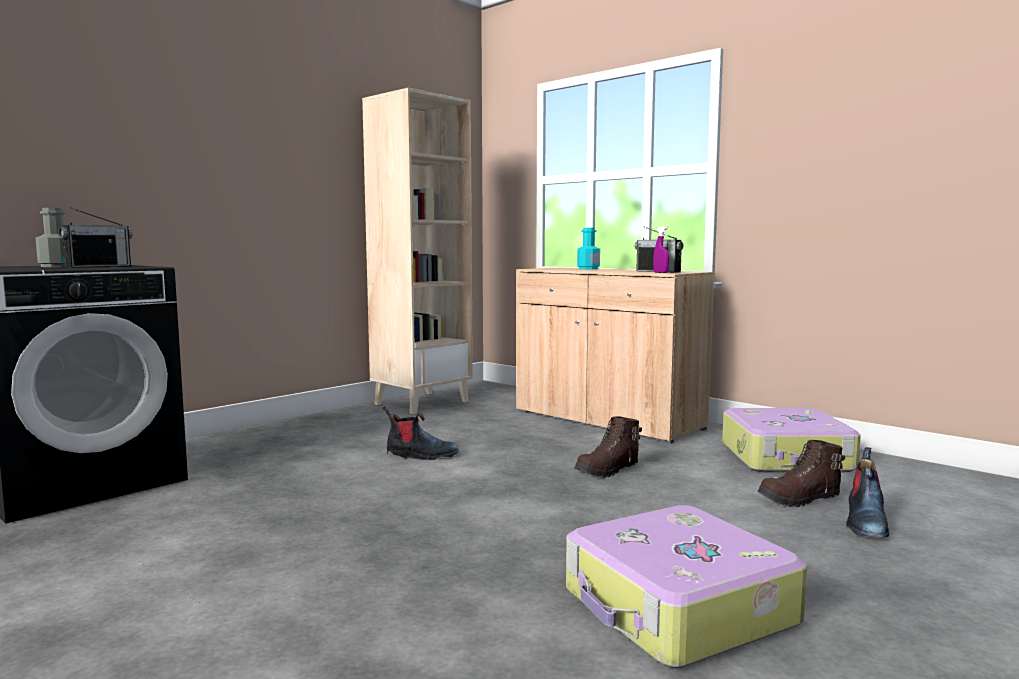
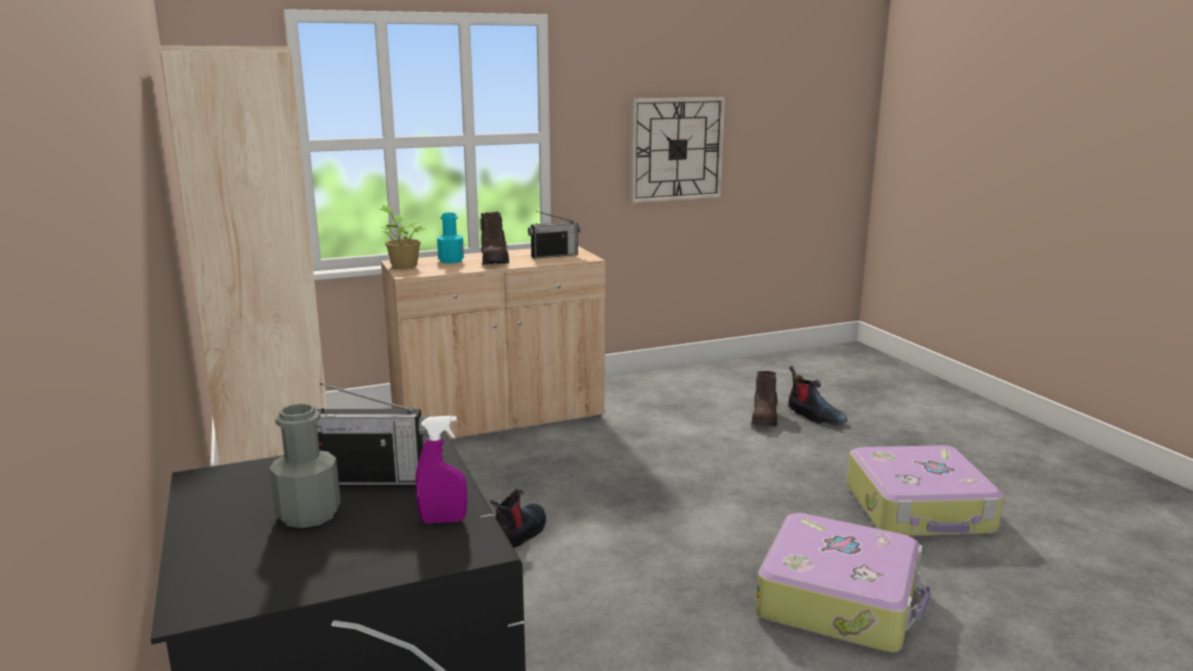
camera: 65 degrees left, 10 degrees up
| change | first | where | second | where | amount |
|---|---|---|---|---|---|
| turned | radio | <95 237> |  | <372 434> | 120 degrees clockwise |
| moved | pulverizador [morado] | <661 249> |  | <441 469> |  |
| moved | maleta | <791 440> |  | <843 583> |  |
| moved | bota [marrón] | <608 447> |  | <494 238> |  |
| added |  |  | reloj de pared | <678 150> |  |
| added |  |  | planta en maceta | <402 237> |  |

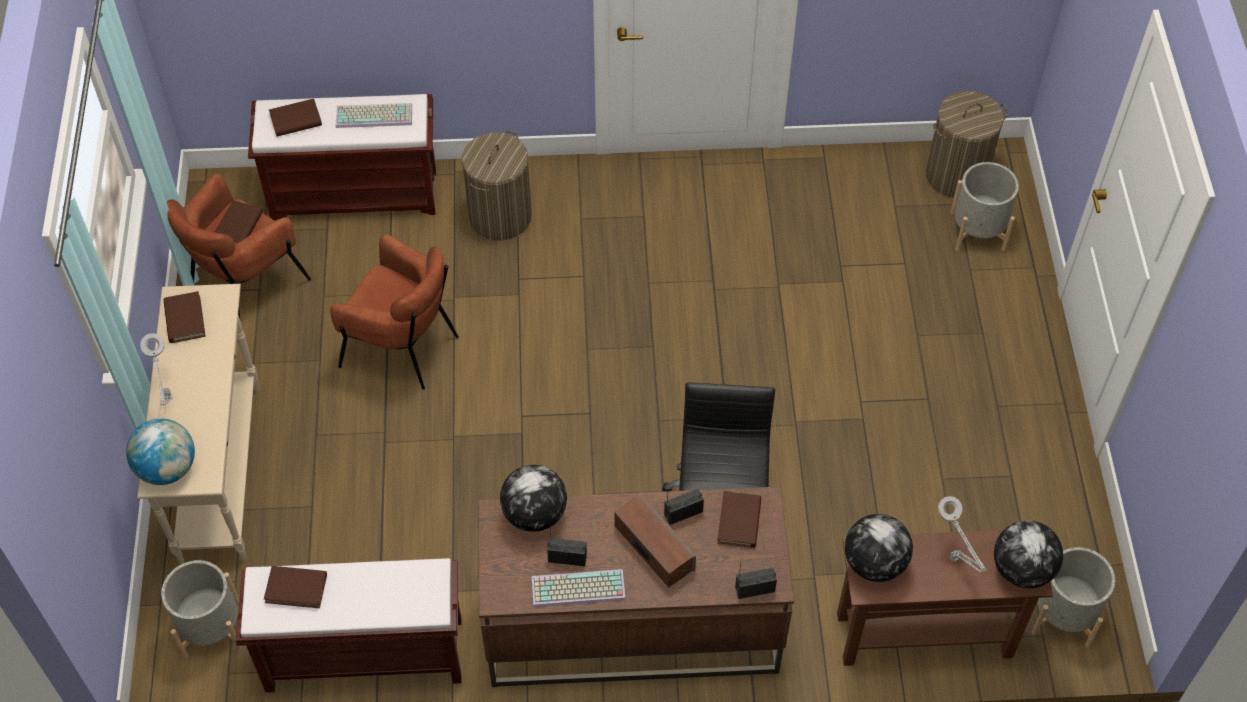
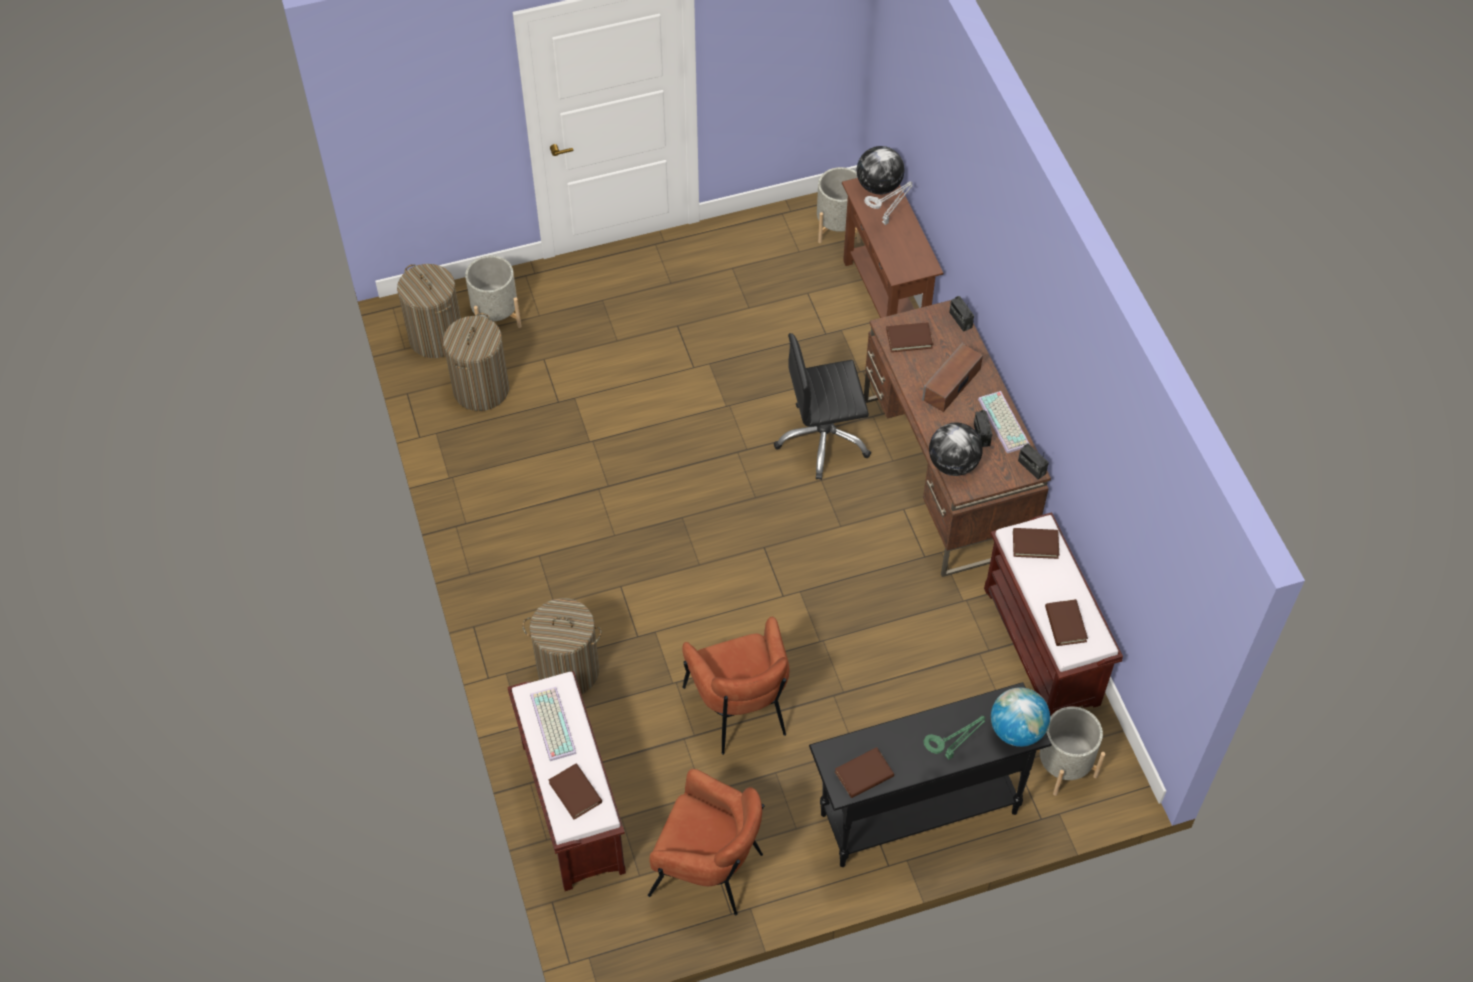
camera: 105 degrees left, 0 degrees up
| change | first | where | second | where | amount |
|---|---|---|---|---|---|
| moved | libro [marrón] | <239 221> |  | <1036 543> |  |
| turned | sillón [marrón] | <394 312> |  | <736 686> | 150 degrees clockwise |
| recoloured | mesa consola [beis] | <198 424> | mesa consola [negro] | <930 774> |  |
| recoloured | lámpara de mesa [gris] | <156 369> | lámpara de mesa [verde] | <955 738> |  |
| moved | radio | <684 507> |  | <1033 462> |  |
| removed | globo terráqueo | <879 548> |  |  |  |
| added |  |  | cesto de la ropa | <476 362> |  |

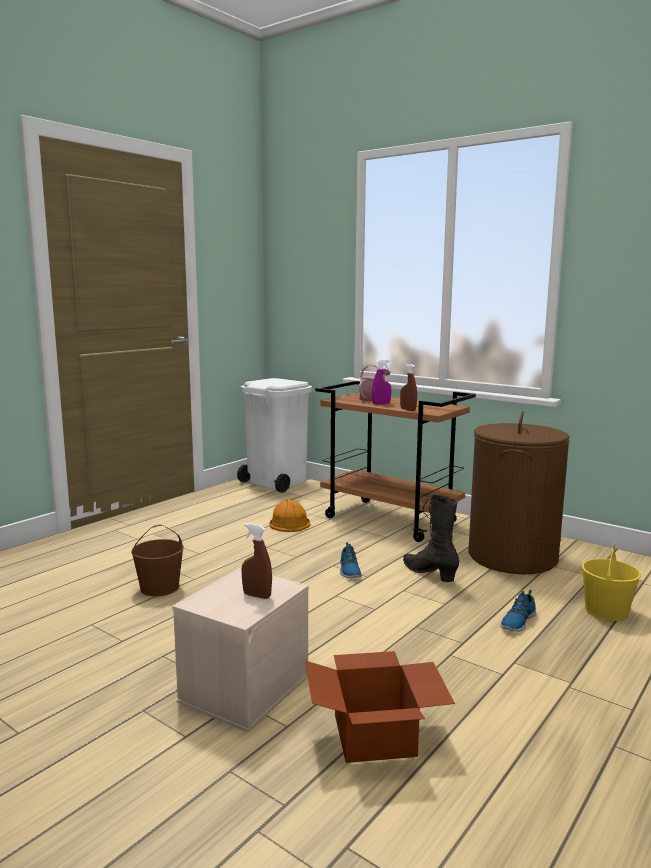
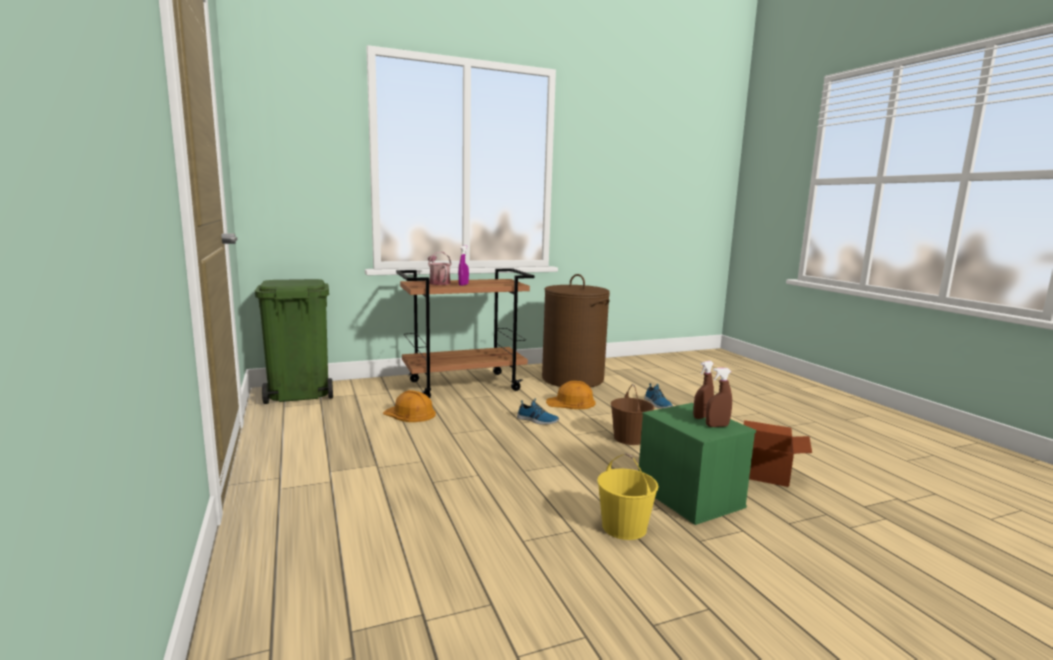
camera: 60 degrees left, 0 degrees up
| change | first | where | second | where | amount |
|---|---|---|---|---|---|
| moved | pulverizador [marrón] | <408 387> |  | <719 397> |  |
| recoloured | papelera [blanco] | <275 435> | papelera [verde] | <294 341> |  |
| replaced | bota [negro] | <431 538> | casco [naranja] | <570 395> |  |
| moved | cubo [marrón] | <157 560> |  | <632 414> |  |
| moved | cubo [amarillo] | <611 582> |  | <627 496> |  |
| recoloured | caja de almacenaje [beis] | <240 650> | caja de almacenaje [verde] | <697 464> |  |

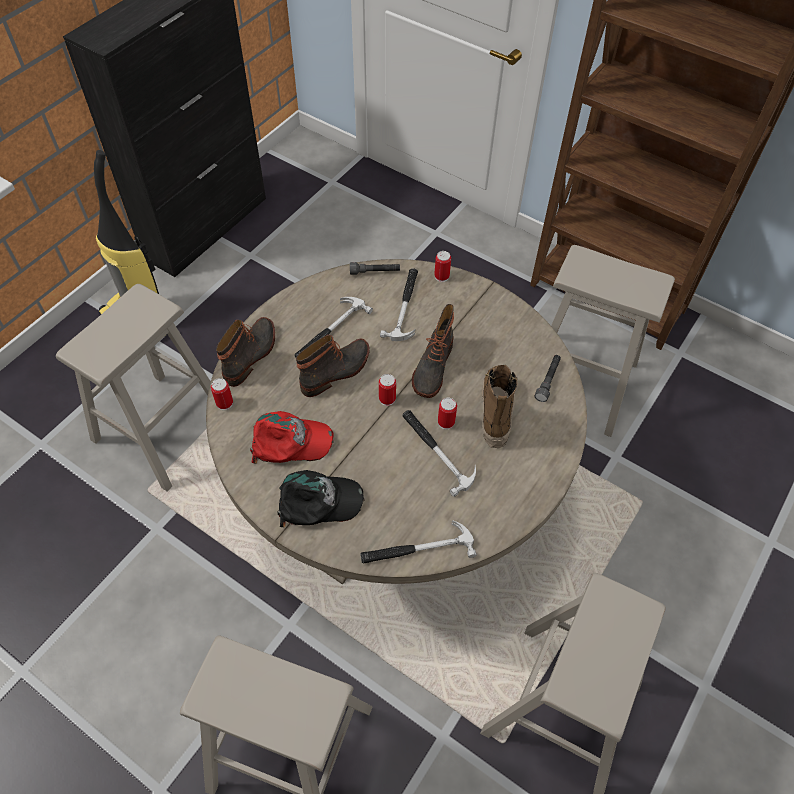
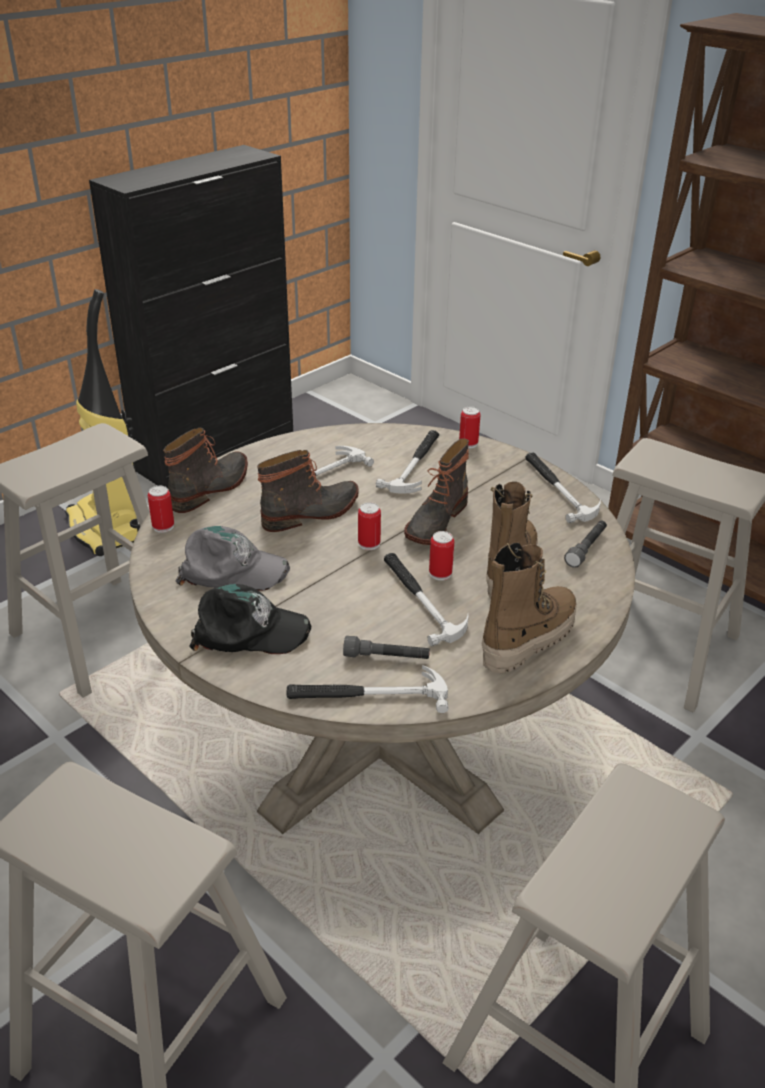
camera: 10 degrees right, 20 degrees down
| change | first | where | second | where | amount |
|---|---|---|---|---|---|
| moved | linterna [gris] | <375 268> |  | <386 647> |  |
| recoloured | gorra [rojo] | <292 437> | gorra [gris] | <233 558> |  |
| added |  |  | martillo | <563 488> |  |
| added |  |  | bota | <529 608> |  |

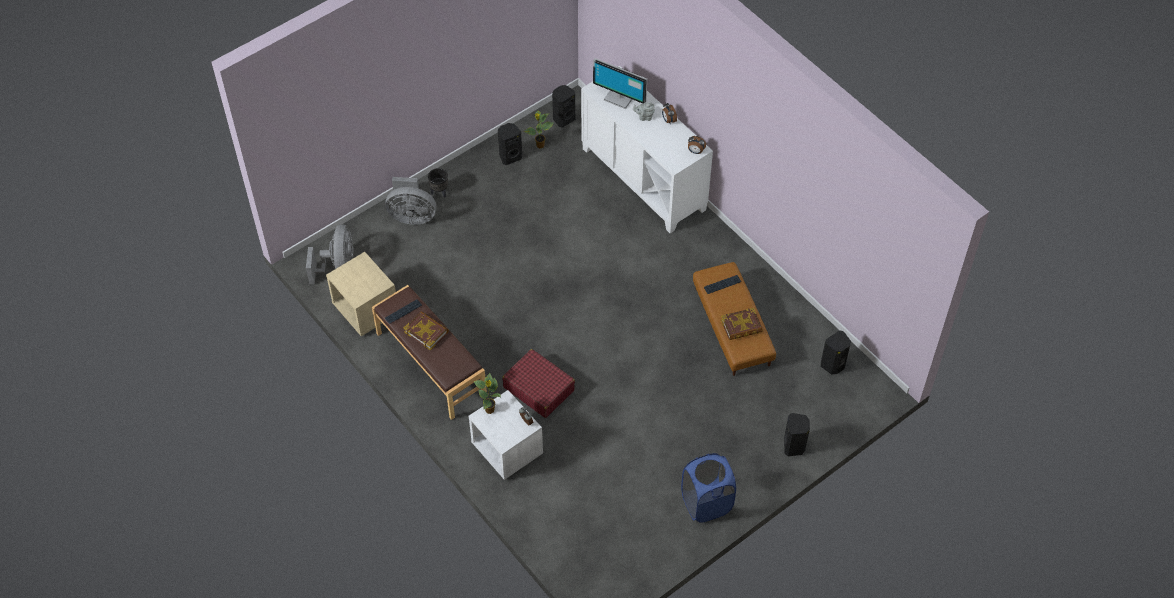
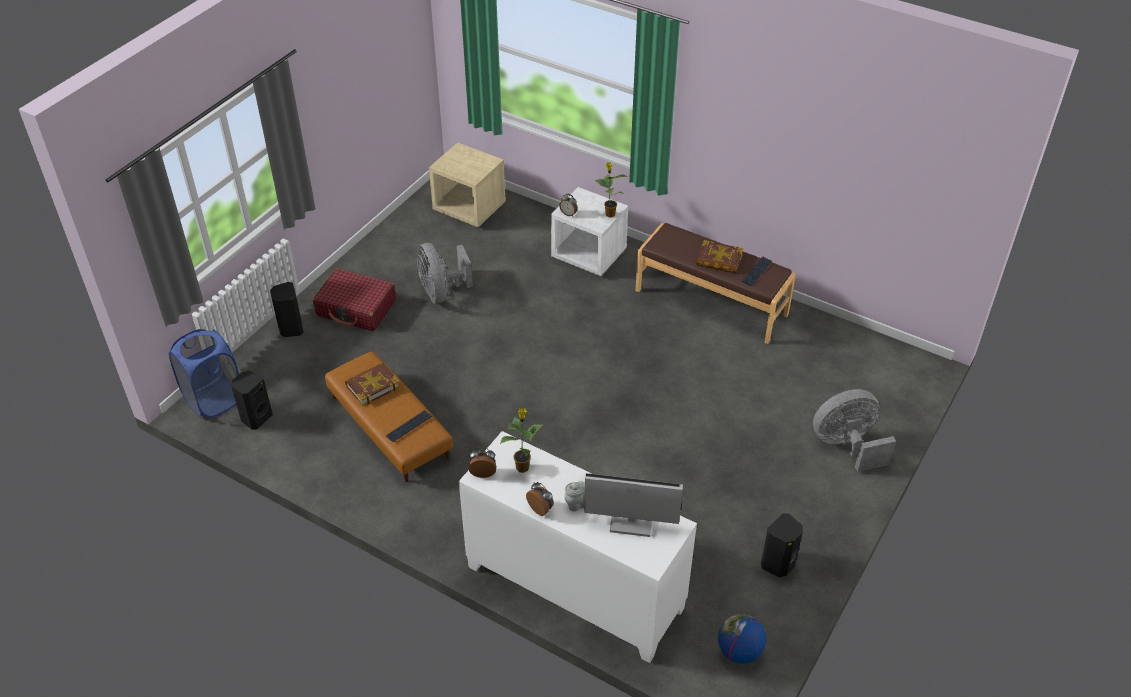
camera: 160 degrees right, 10 degrees down
| change | first | where | second | where | amount |
|---|---|---|---|---|---|
| replaced | altavoz [negro] | <563 106> | globo terráqueo | <742 639> |  |
| moved | planta en maceta | <539 129> |  | <521 440> |  |
| removed | maceta [negro] | <438 183> |  |  |  |
| moved | ventilador [gris] | <330 254> |  | <445 273> |  |
| moved | mesita de noche [beis] | <361 294> |  | <467 185> |  |
| moved | maleta [rojo] | <538 383> |  | <354 299> |  |
| moved | cesto de la ropa [azul] | <708 488> |  | <204 373> |  |

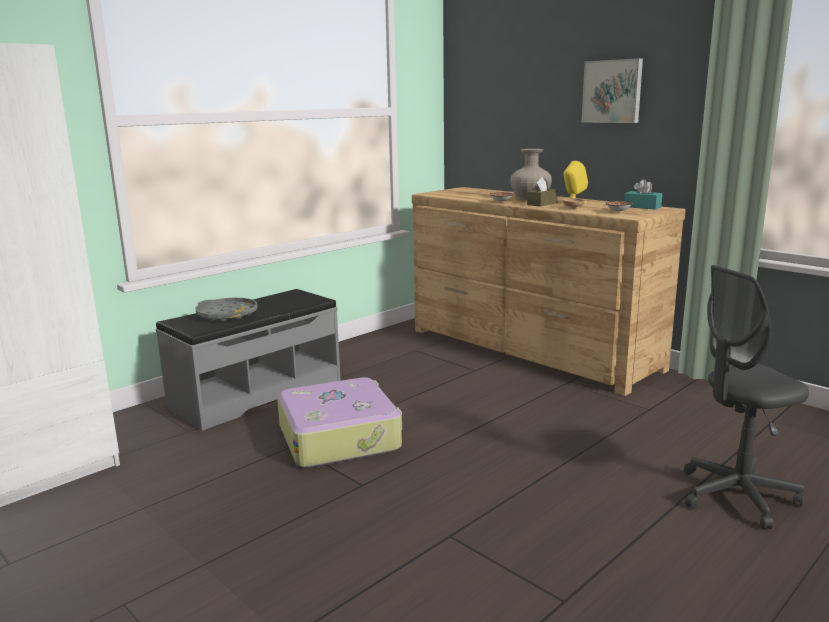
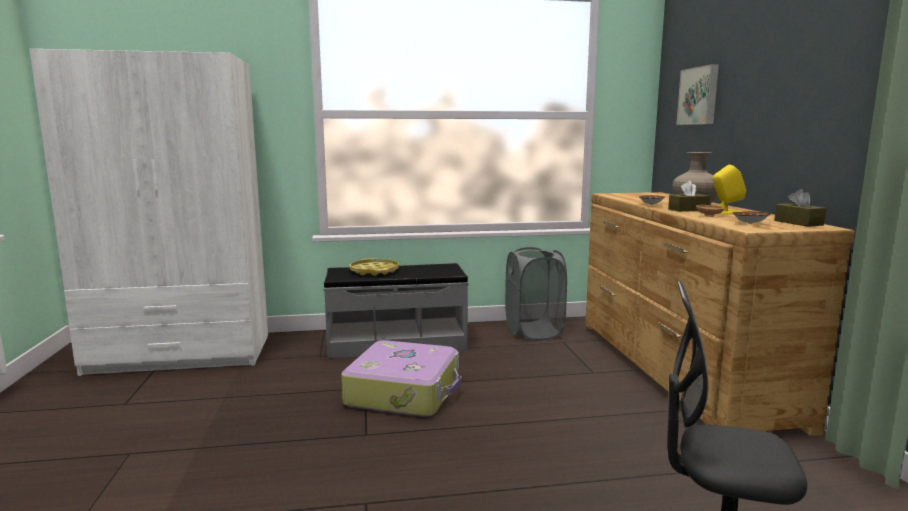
camera: 35 degrees right, 5 degrees down
| change | first | where | second | where | amount |
|---|---|---|---|---|---|
| moved | cuadro | <612 90> |  | <697 94> |  |
| recoloured | caja de pañuelos [turquesa] | <643 194> | caja de pañuelos [marrón] | <800 208> |  |
| recoloured | bandeja [gris] | <227 310> | bandeja [amarillo] | <374 267> |  |
| added |  |  | cesto de la ropa [gris] | <536 293> |  |

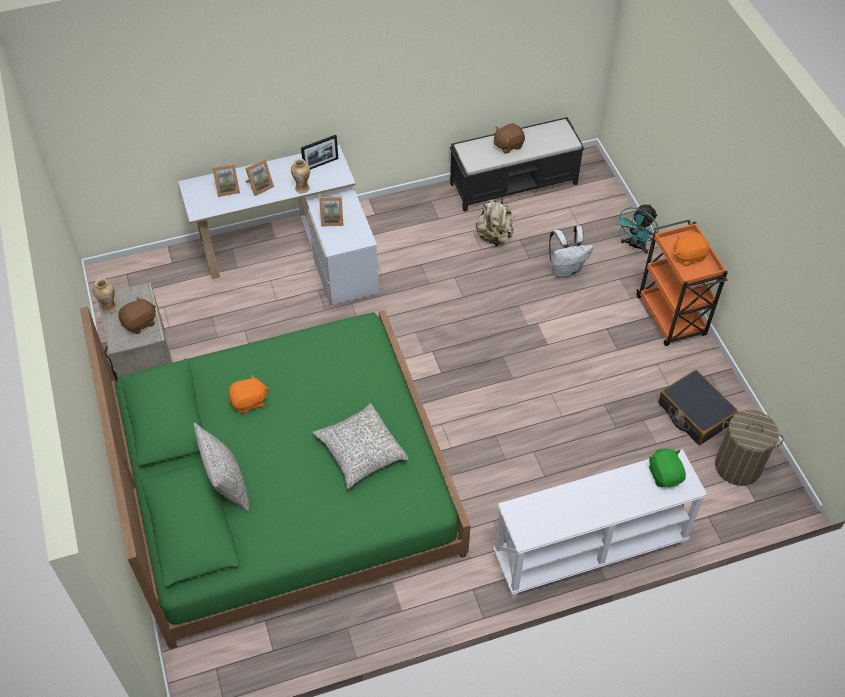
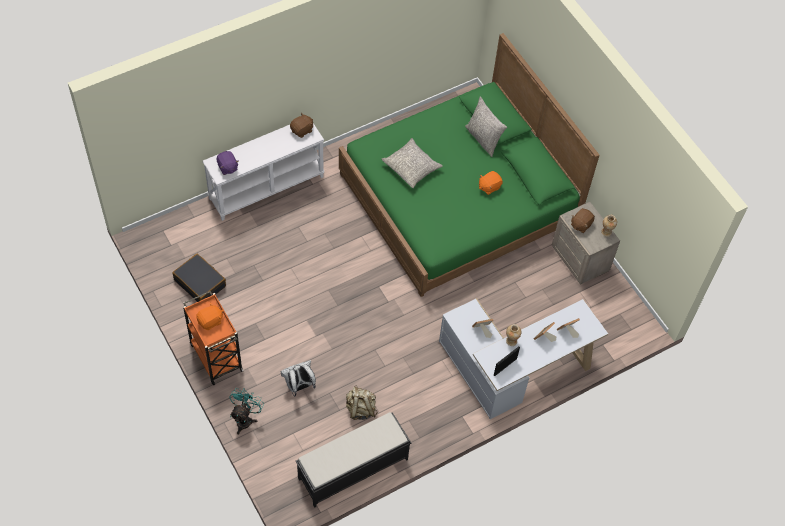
camera: 165 degrees right, 5 degrees up
| change | first | where | second | where | amount |
|---|---|---|---|---|---|
| moved | peluche [marrón] | <509 138> |  | <301 125> |  |
| removed | cesto de la ropa | <749 448> |  |  |  |
| recoloured | peluche [verde] | <667 467> | peluche [morado] | <227 163> |  |

